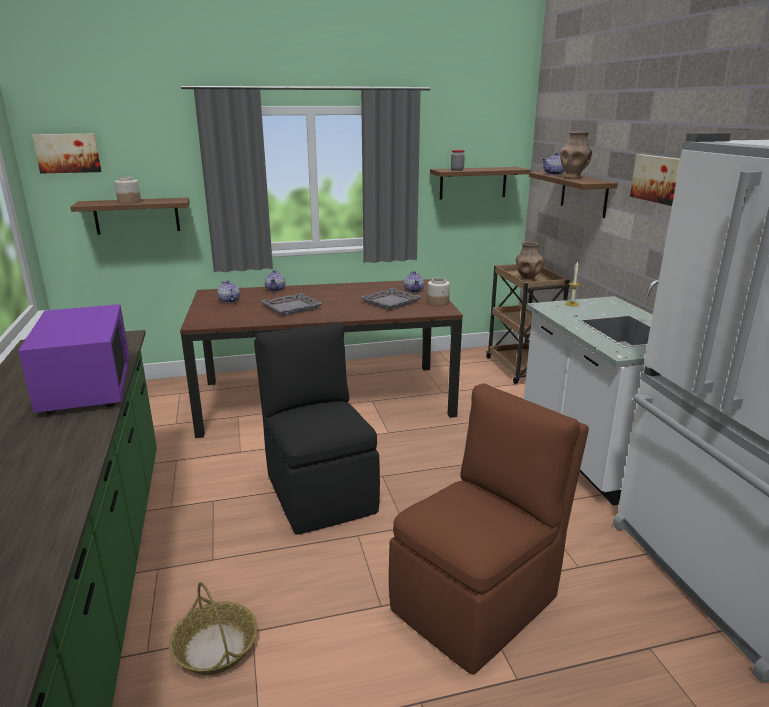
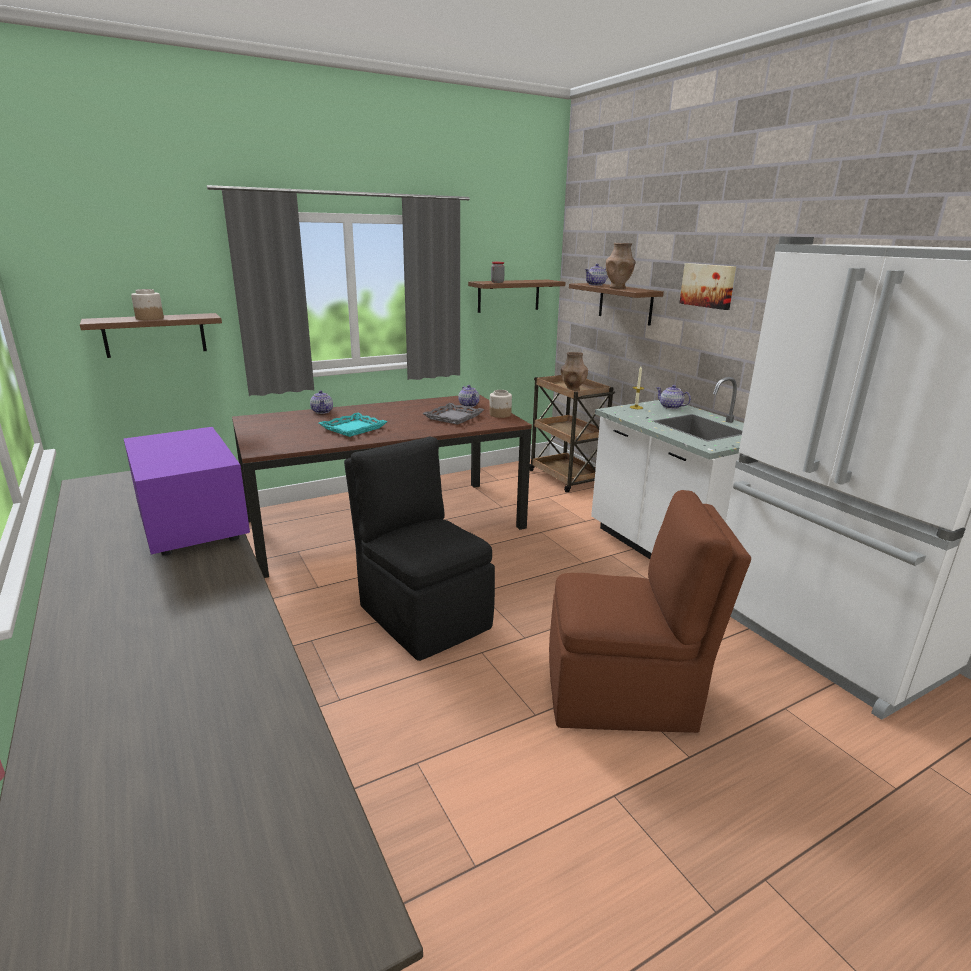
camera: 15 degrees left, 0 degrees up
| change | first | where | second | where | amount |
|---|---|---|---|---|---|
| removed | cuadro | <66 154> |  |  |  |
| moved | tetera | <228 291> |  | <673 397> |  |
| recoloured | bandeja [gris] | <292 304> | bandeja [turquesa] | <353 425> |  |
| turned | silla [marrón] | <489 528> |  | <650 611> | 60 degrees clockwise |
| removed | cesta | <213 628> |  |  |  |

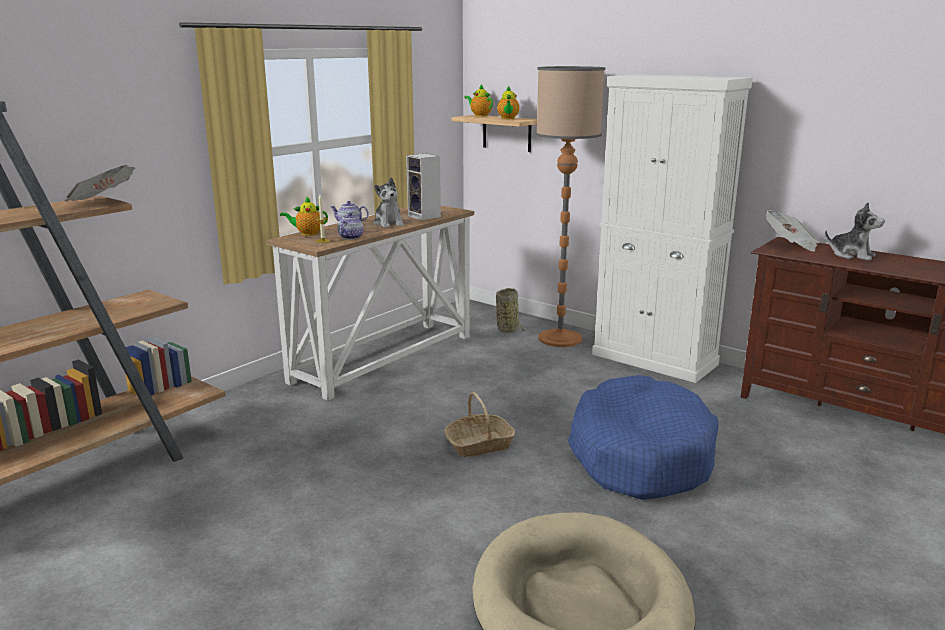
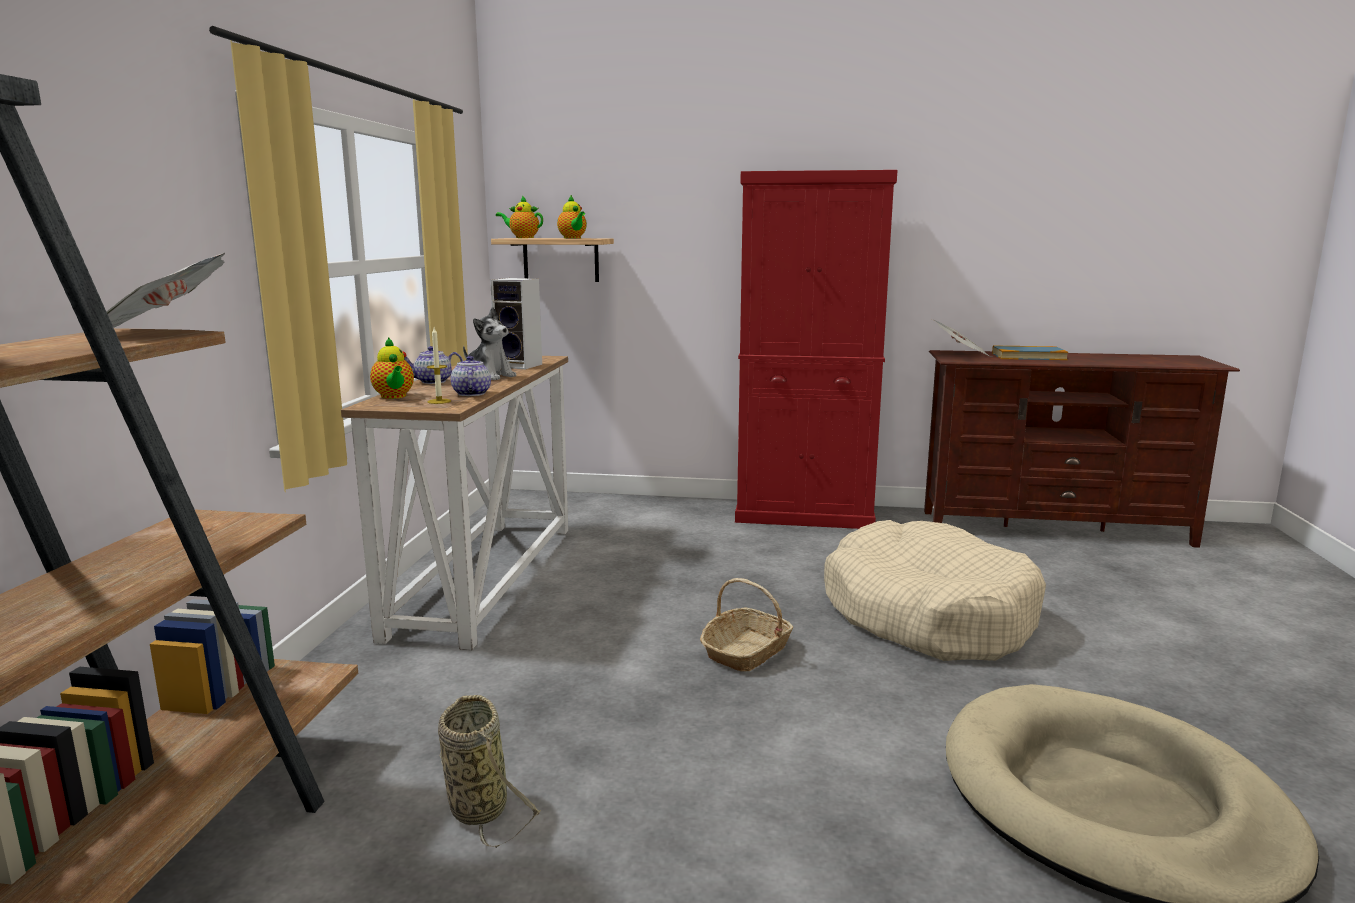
camera: 30 degrees left, 5 degrees down
| change | first | where | second | where | amount |
|---|---|---|---|---|---|
| removed | lámpara de pie | <570 206> |  |  |  |
| recoloured | armario [blanco] | <672 228> | armario [rojo] | <816 349> |  |
| turned | tetera | <304 216> |  | <392 368> | 75 degrees counterclockwise |
| replaced | peluche | <855 231> | libro | <1030 352> |  |
| moved | cesta | <511 312> |  | <489 771> |  |
| recoloured | cama para perro [azul] | <643 437> | cama para perro [beis] | <935 590> |  |

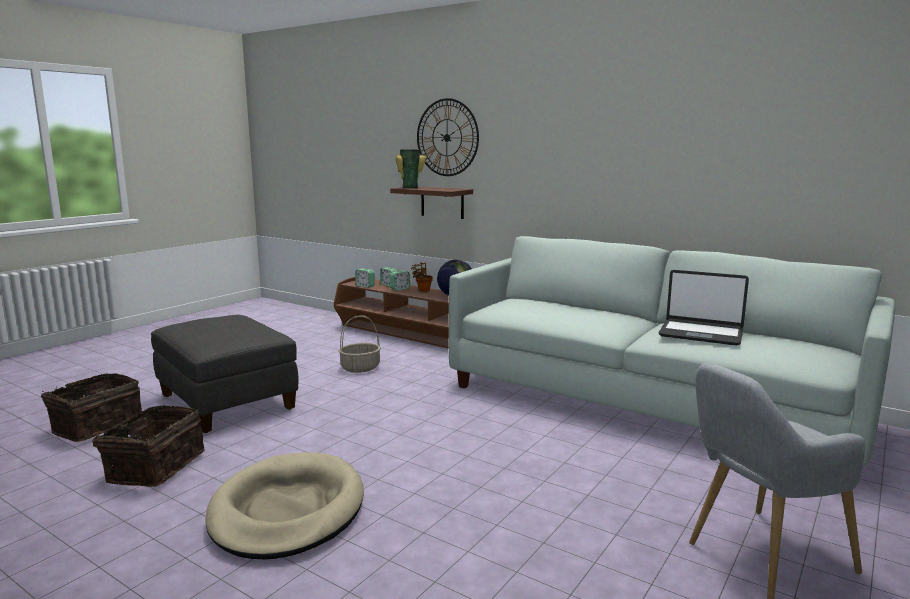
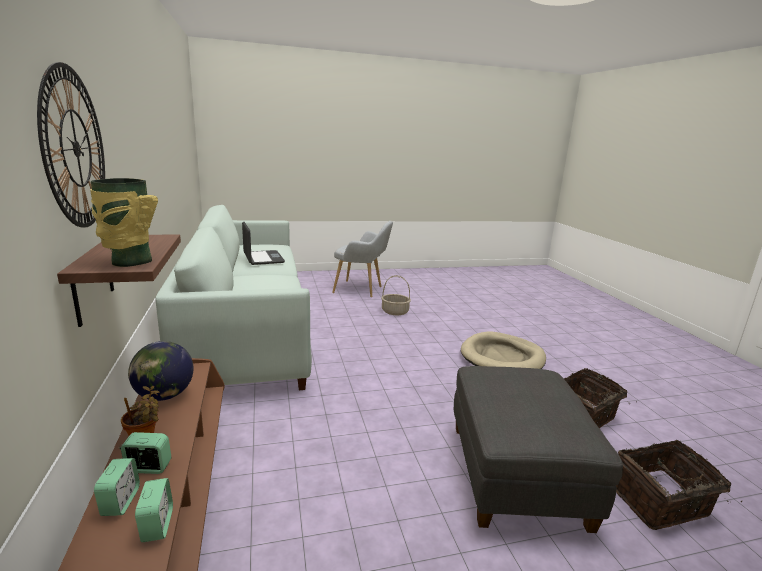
camera: 140 degrees left, 5 degrees up
| change | first | where | second | where | amount |
|---|---|---|---|---|---|
| moved | cesta | <360 344> |  | <396 295> |  |

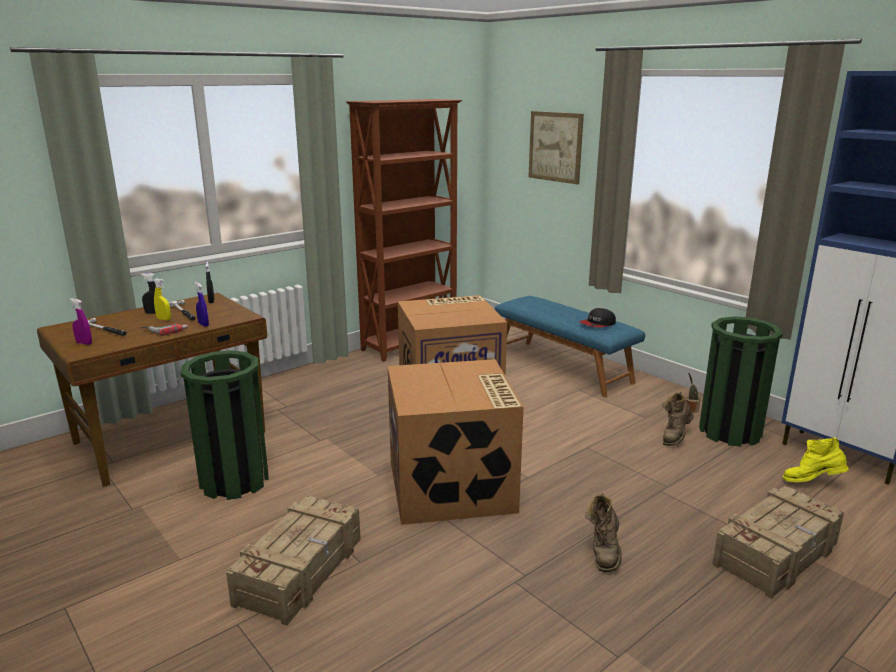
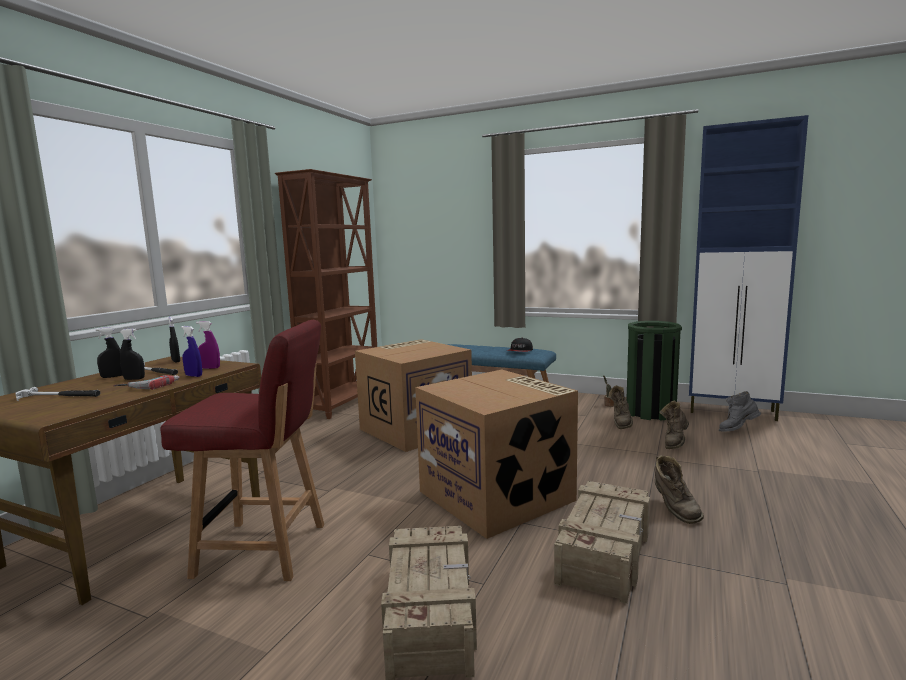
camera: 25 degrees left, 10 degrees down
| change | first | where | second | where | amount |
|---|---|---|---|---|---|
| removed | cuadro | <556 148> |  |  |  |
| recoloured | pulverizador [amarillo] | <162 299> | pulverizador [negro] | <132 354> |  |
| moved | pulverizador [morado] | <80 321> |  | <208 345> |  |
| replaced | papelera [verde] | <225 425> | silla [rojo] | <242 450> |  |
| recoloured | bota [amarillo] | <816 459> | bota [gris] | <740 411> |  |
| moved | caja de embalaje | <778 542> |  | <602 542> |  |
| added |  |  | bota [marrón] | <674 425> |  |

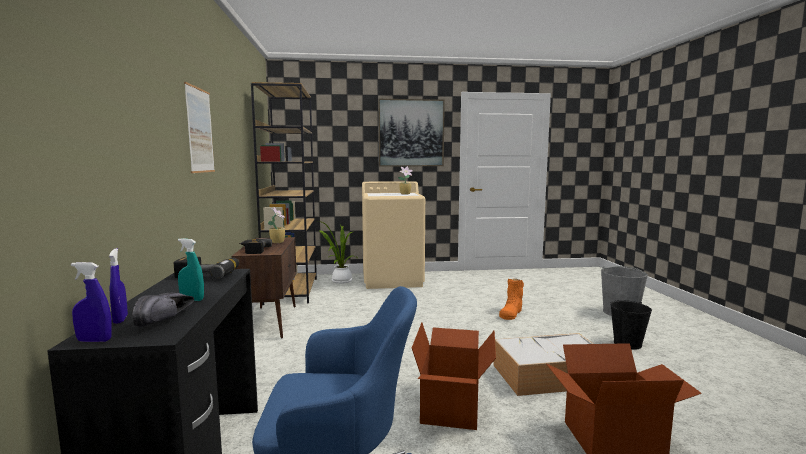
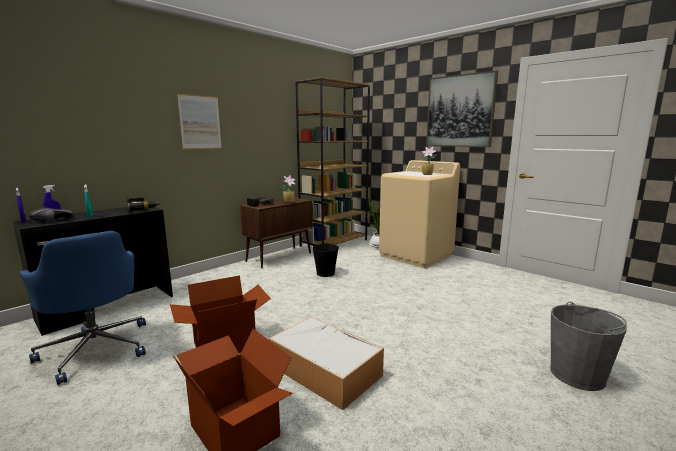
camera: 50 degrees right, 5 degrees up
| change | first | where | second | where | amount |
|---|---|---|---|---|---|
| removed | bota [naranja] | <511 299> |  |  |  |
| moved | cubo [negro] | <631 325> |  | <325 260> |  |

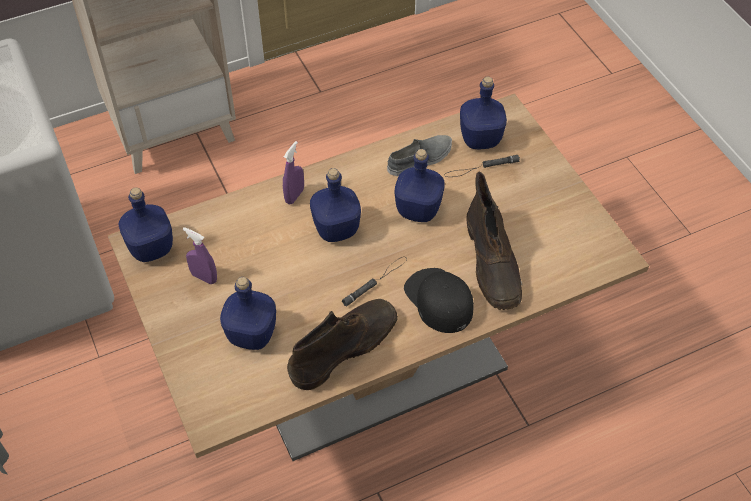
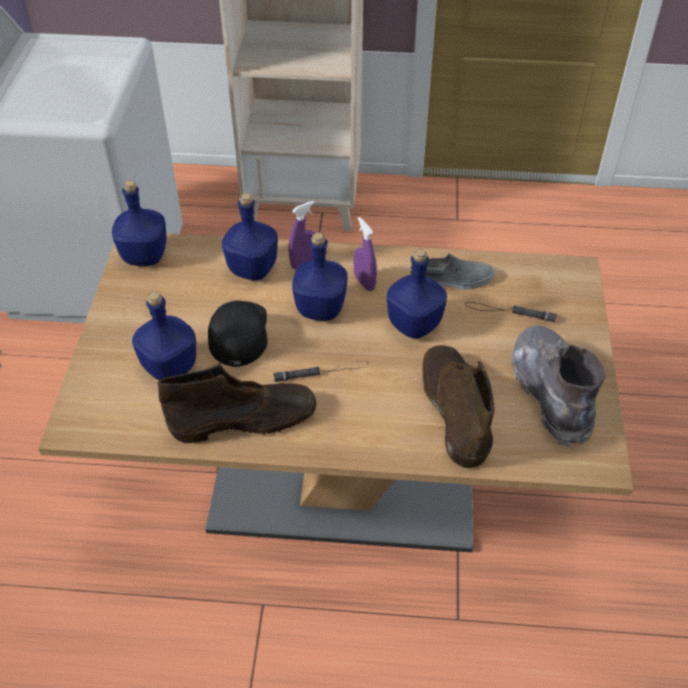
camera: 30 degrees right, 5 degrees down
| change | first | where | second | where | amount |
|---|---|---|---|---|---|
| moved | botella [azul] | <483 113> |  | <250 236> |  |
| turned | bota [marrón] | <494 240> |  | <458 407> | 150 degrees clockwise |
| moved | pulverizador [morado] | <200 255> |  | <365 254> |  |
| moved | gorra [negro] | <439 300> |  | <238 334> |  |
| added |  |  | bota [gris] | <559 386> |  |

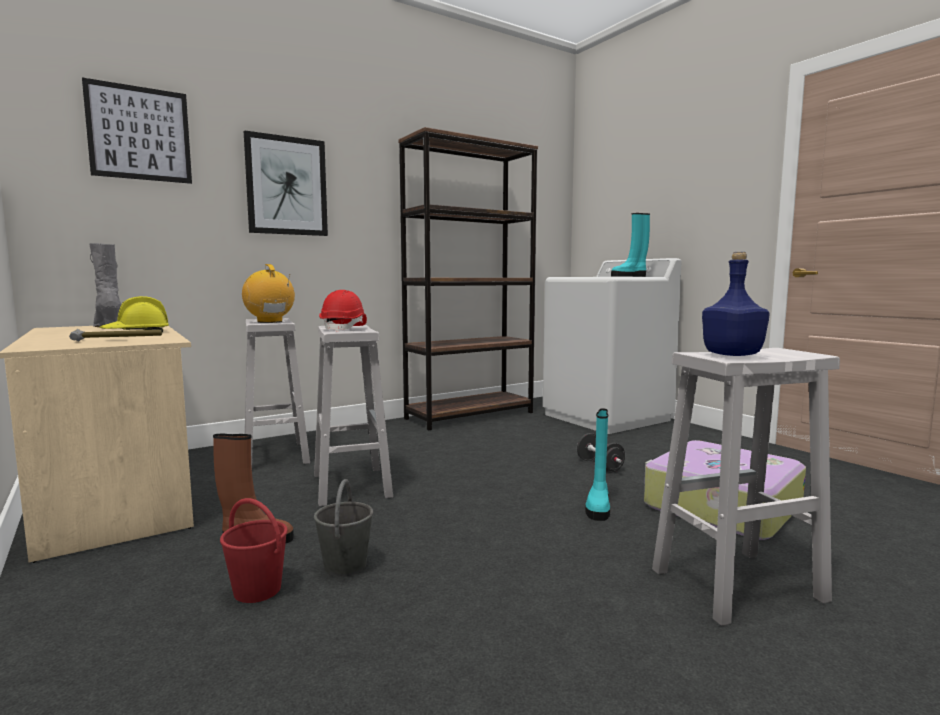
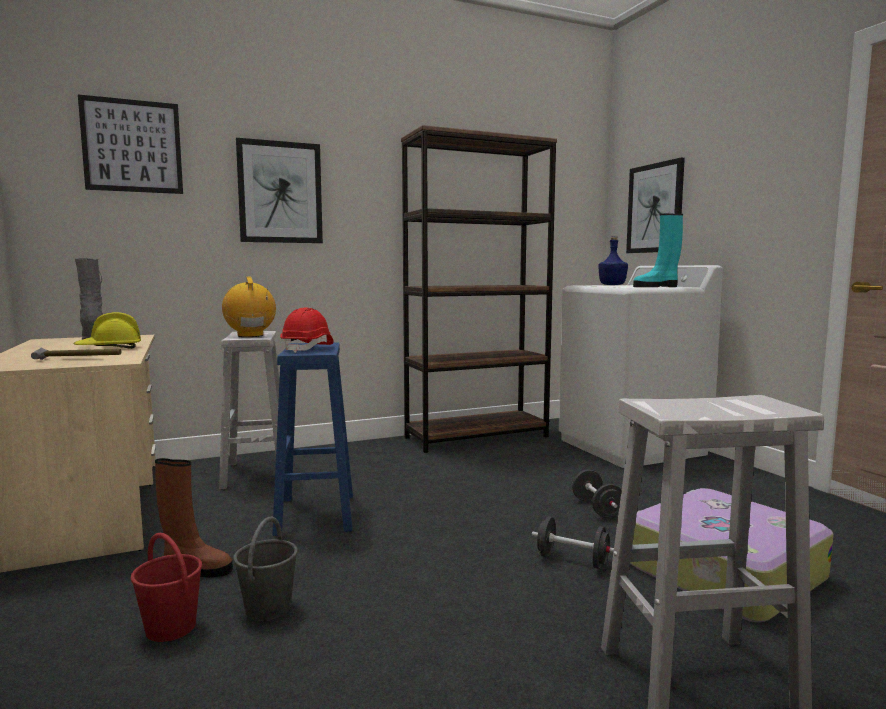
camera: 10 degrees right, 0 degrees up
| change | first | where | second | where | amount |
|---|---|---|---|---|---|
| moved | botella [azul] | <736 304> |  | <613 260> |  |
| recoloured | taburete [blanco] | <353 416> | taburete [azul] | <312 439> |  |
| replaced | bota [turquesa] | <597 464> | mancuerna [negro] | <573 542> |  |
| added |  |  | cuadro | <655 205> |  |

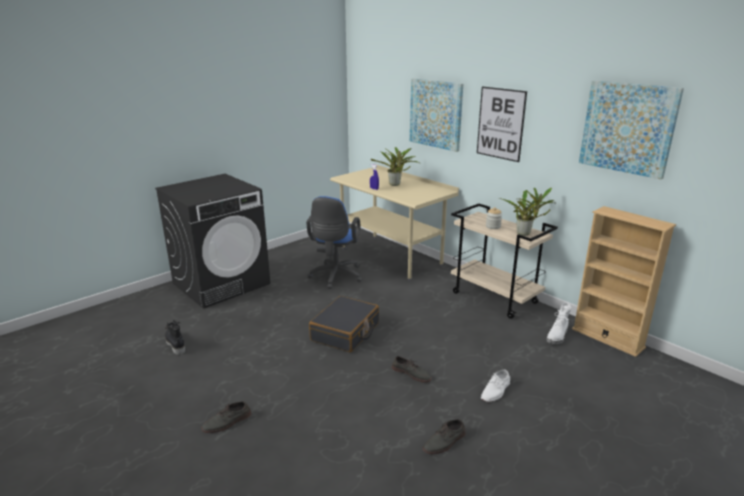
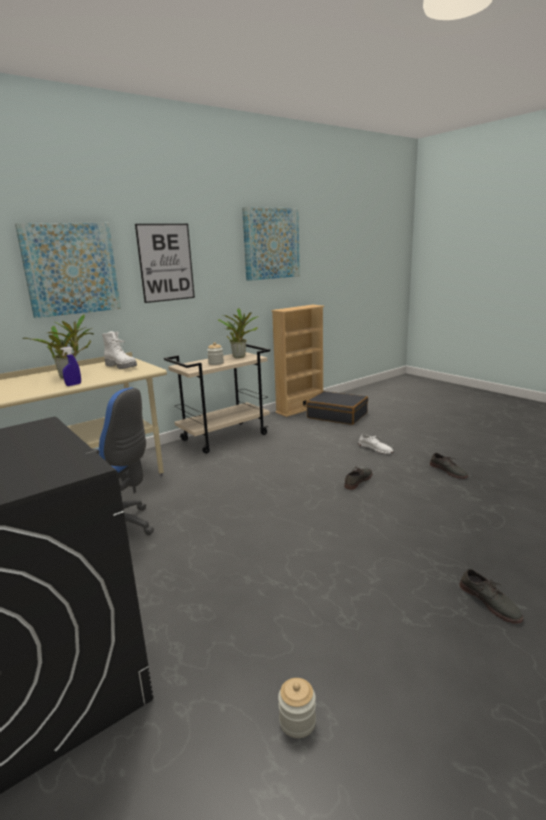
camera: 85 degrees left, 5 degrees down
| change | first | where | second | where | amount |
|---|---|---|---|---|---|
| moved | maleta [negro] | <344 324> |  | <337 408> |  |
| moved | bota [blanco] | <558 324> |  | <119 350> |  |
| replaced | bota [negro] | <175 337> | tarro | <297 708> |  |

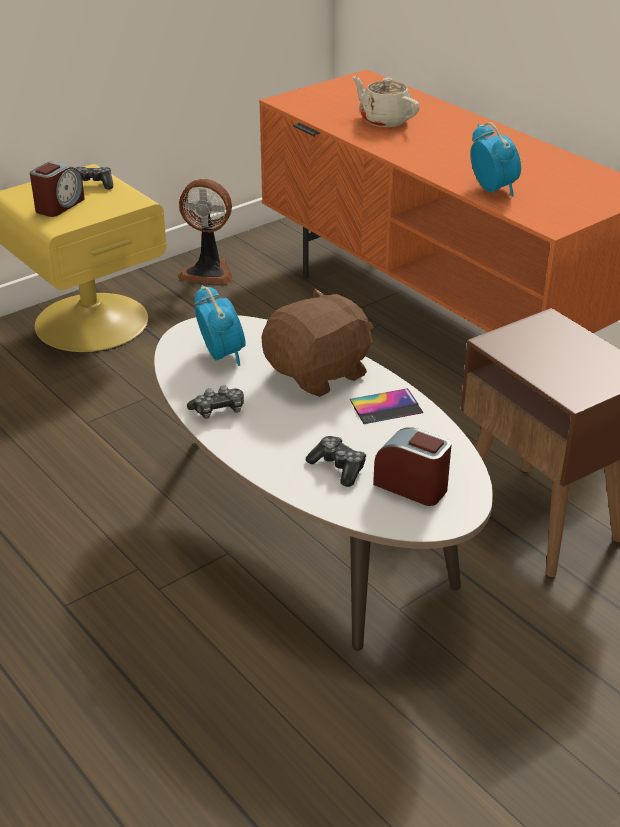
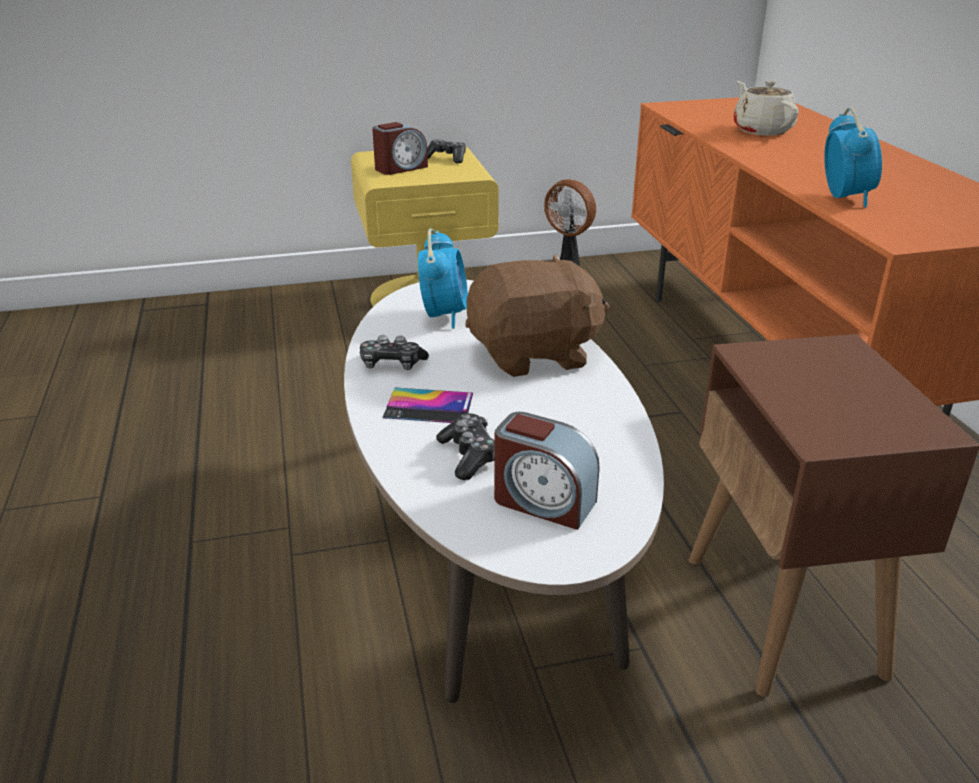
camera: 25 degrees right, 5 degrees down
| change | first | where | second | where | amount |
|---|---|---|---|---|---|
| moved | móvil | <386 406> |  | <428 405> |  |
| turned | despertador | <412 466> |  | <547 471> | 150 degrees clockwise |

